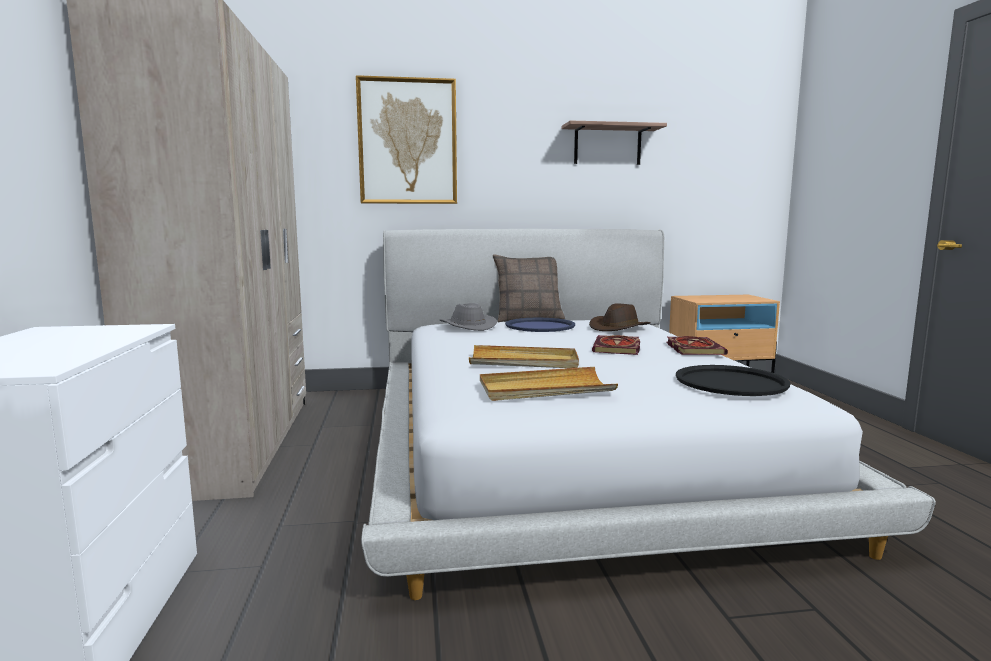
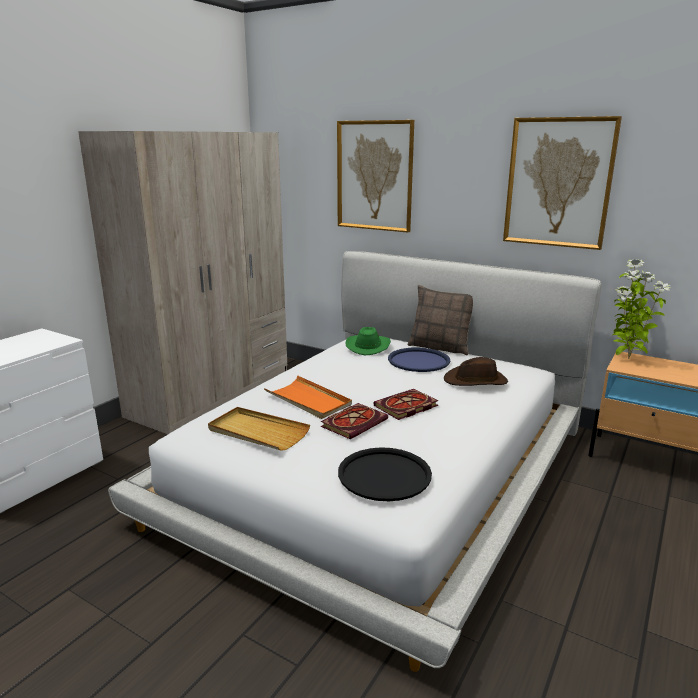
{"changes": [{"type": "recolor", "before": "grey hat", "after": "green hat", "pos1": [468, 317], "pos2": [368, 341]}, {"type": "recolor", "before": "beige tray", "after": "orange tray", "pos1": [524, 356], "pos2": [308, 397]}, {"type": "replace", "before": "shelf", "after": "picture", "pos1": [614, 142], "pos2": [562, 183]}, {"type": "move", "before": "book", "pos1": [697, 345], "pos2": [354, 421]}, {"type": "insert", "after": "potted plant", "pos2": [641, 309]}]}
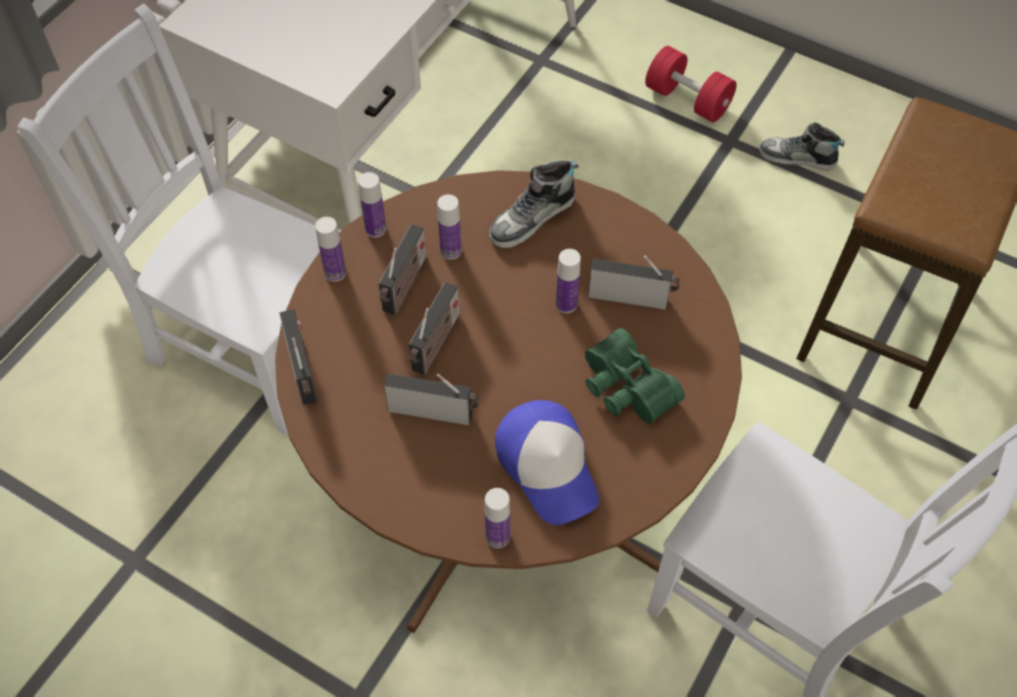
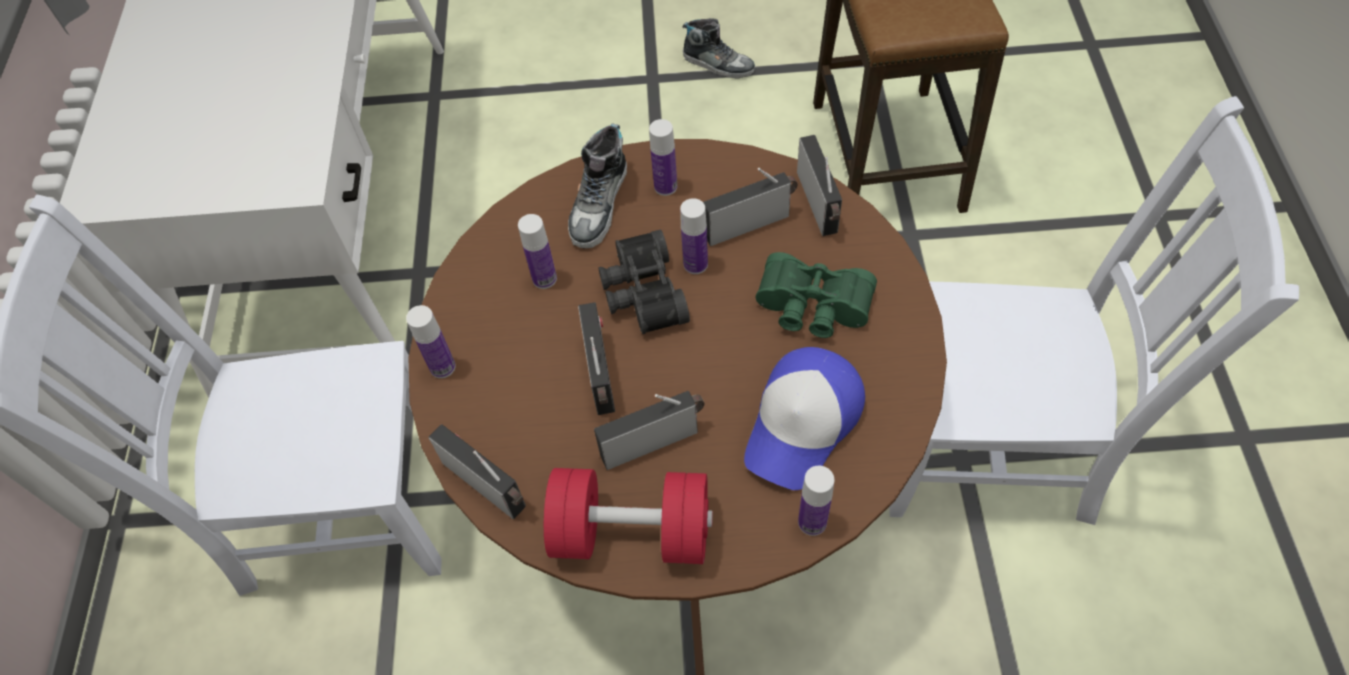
{"changes": [{"type": "move", "before": "bottle", "pos1": [372, 204], "pos2": [663, 157]}, {"type": "move", "before": "radio", "pos1": [403, 269], "pos2": [819, 185]}, {"type": "rotate", "before": "cap", "pos1": [547, 462], "pos2": [804, 418], "turn": 90}, {"type": "move", "before": "red dumbbell", "pos1": [691, 84], "pos2": [628, 516]}, {"type": "rotate", "before": "shoe", "pos1": [801, 146], "pos2": [719, 48], "turn": -135}, {"type": "insert", "after": "black binoculars", "pos2": [644, 282]}]}
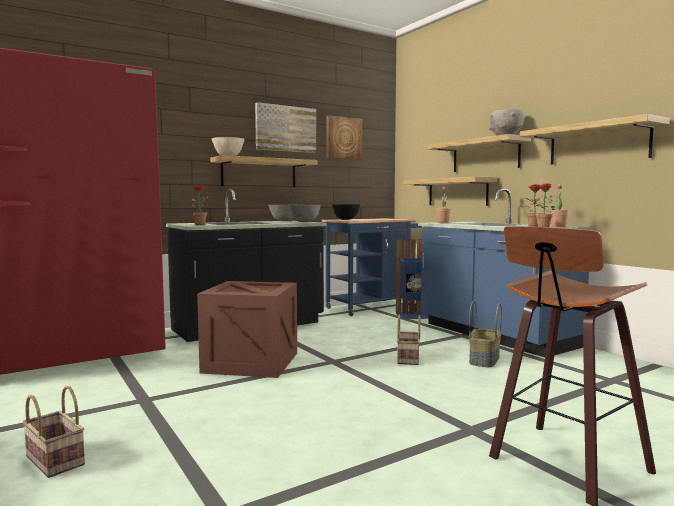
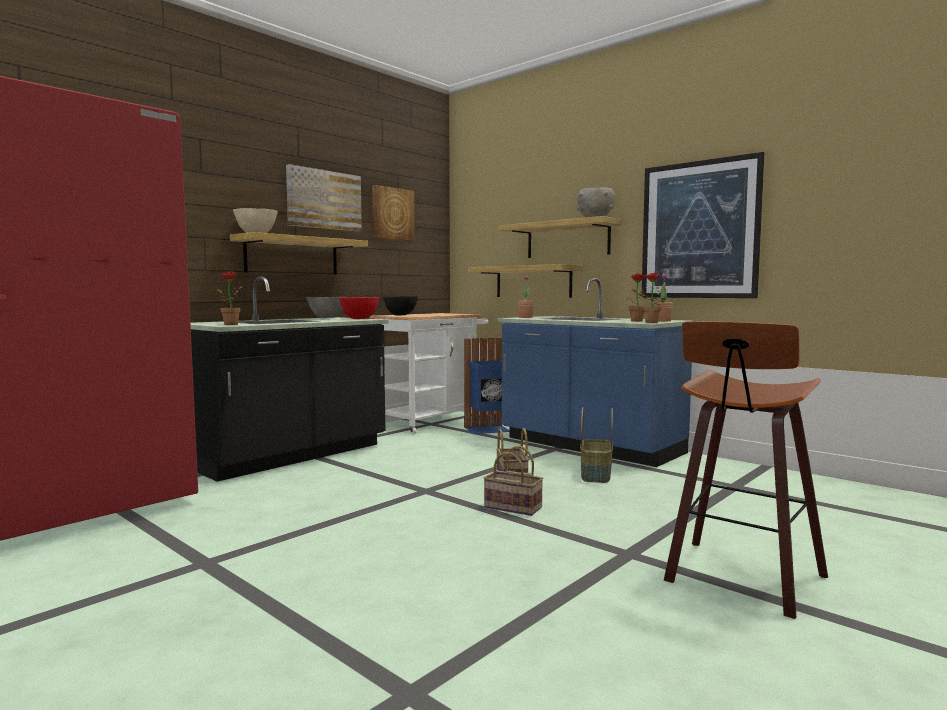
{"changes": [{"type": "move", "before": "basket", "pos1": [54, 432], "pos2": [513, 481]}, {"type": "delete", "before": "crate", "pos1": [247, 329]}, {"type": "recolor", "before": "grey bowl", "after": "red bowl", "pos1": [305, 213], "pos2": [359, 308]}, {"type": "recolor", "before": "blue cart", "after": "white cart", "pos1": [372, 267], "pos2": [428, 374]}, {"type": "replace", "before": "shelf", "after": "picture", "pos1": [595, 139], "pos2": [702, 225]}]}
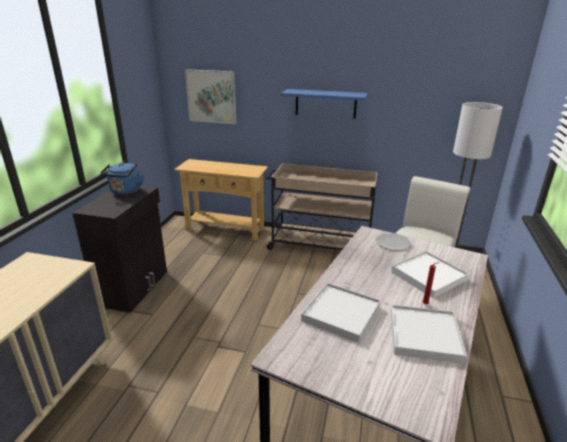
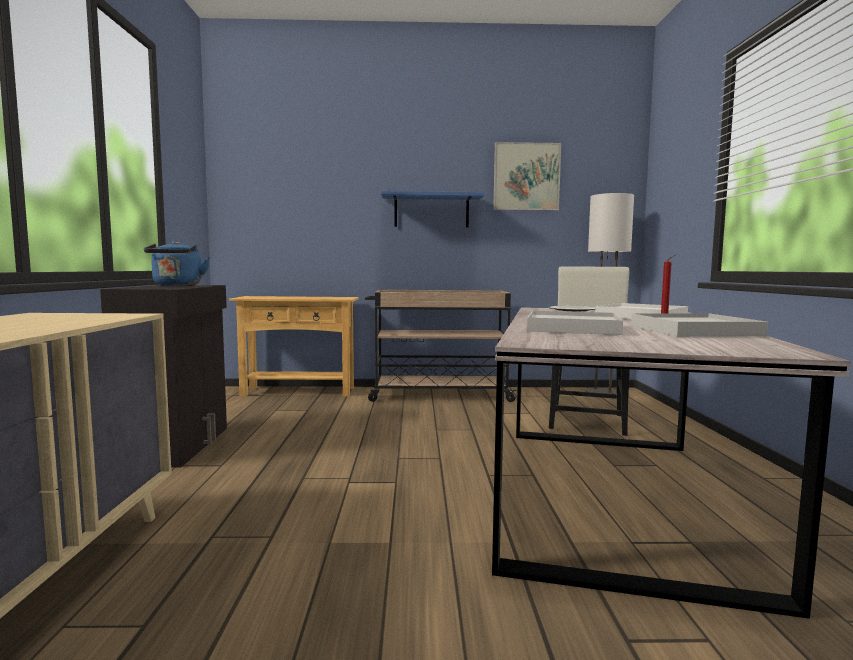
{"changes": [{"type": "move", "before": "picture", "pos1": [210, 96], "pos2": [527, 176]}]}
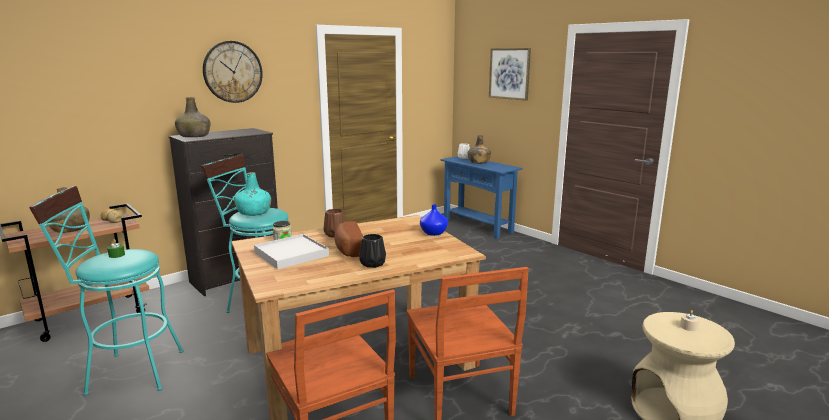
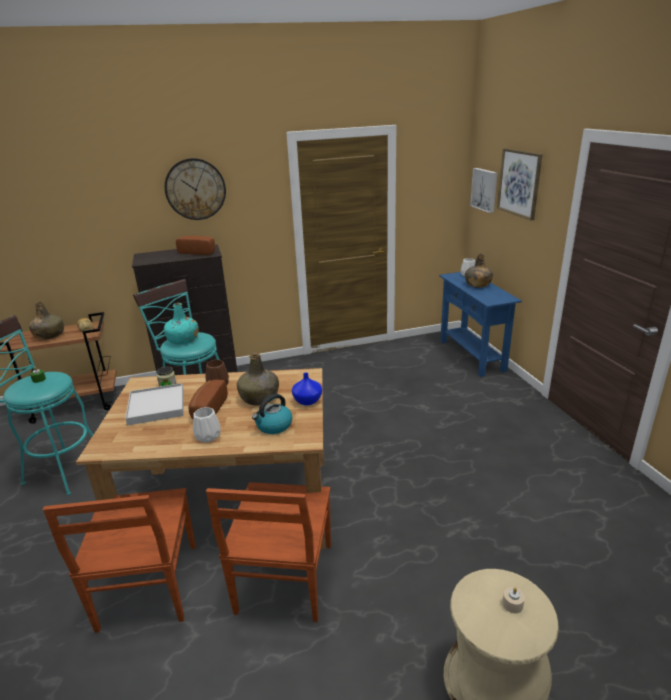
{"changes": [{"type": "move", "before": "green bottle", "pos1": [192, 117], "pos2": [258, 379]}, {"type": "recolor", "before": "black vase", "after": "white vase", "pos1": [372, 251], "pos2": [206, 425]}, {"type": "insert", "after": "bread", "pos2": [195, 245]}, {"type": "insert", "after": "kettle", "pos2": [272, 414]}, {"type": "insert", "after": "picture", "pos2": [483, 190]}]}
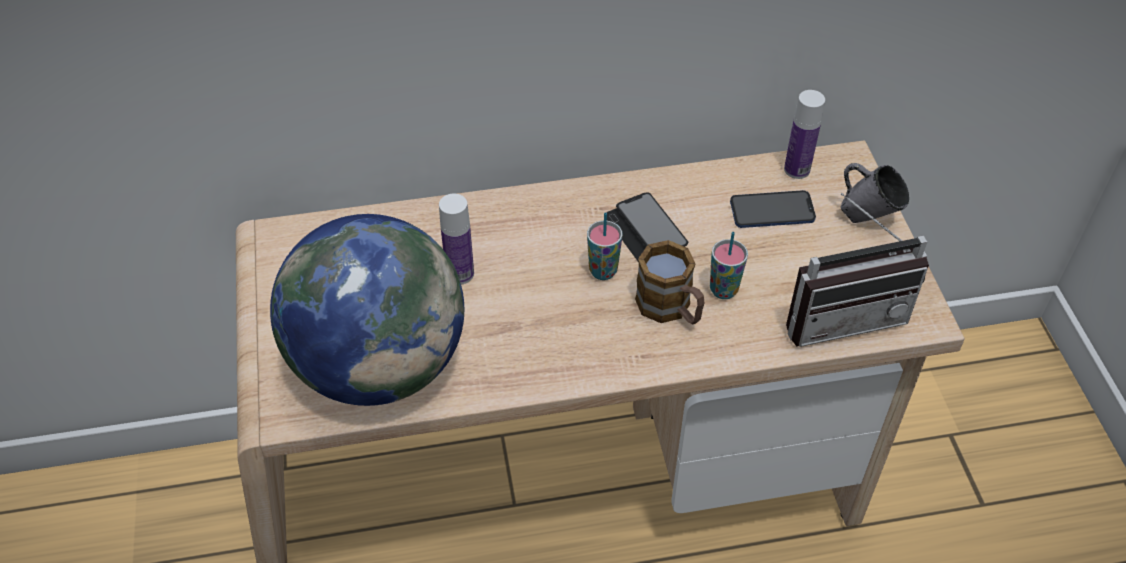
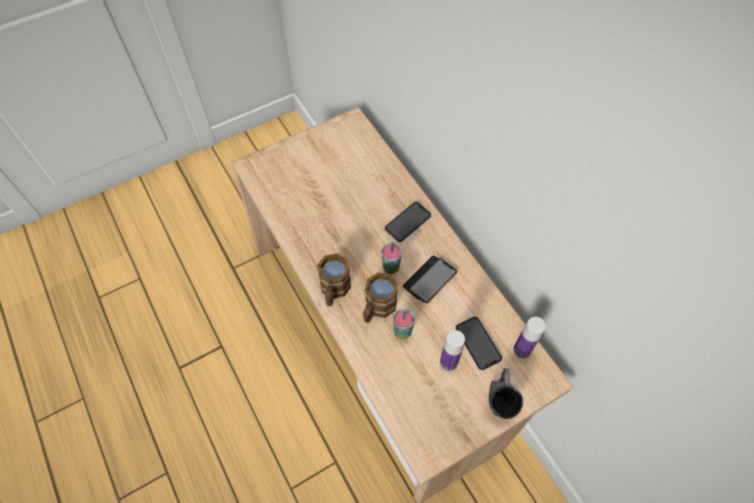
{"changes": [{"type": "delete", "before": "globe", "pos1": [367, 310]}, {"type": "move", "before": "bottle", "pos1": [456, 239], "pos2": [452, 350]}, {"type": "delete", "before": "radio", "pos1": [857, 270]}, {"type": "insert", "after": "mug", "pos2": [334, 279]}, {"type": "insert", "after": "phone", "pos2": [408, 222]}]}
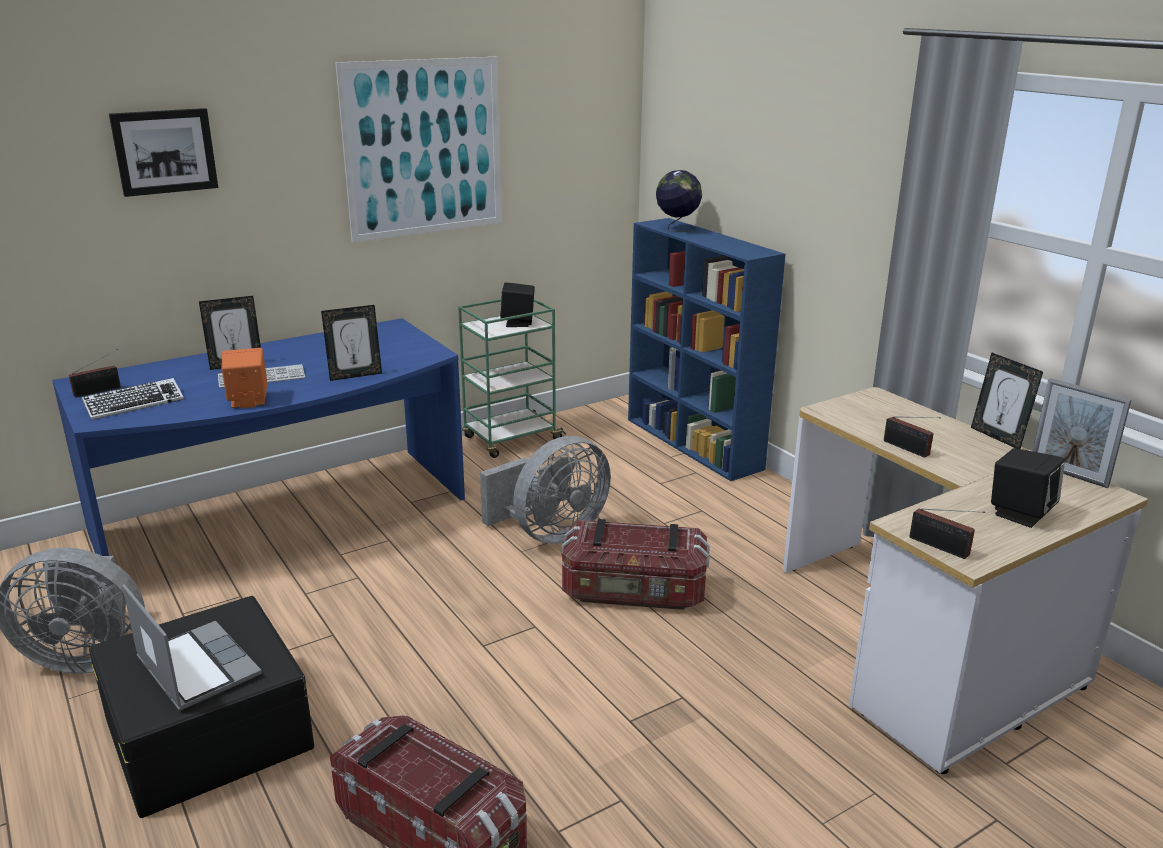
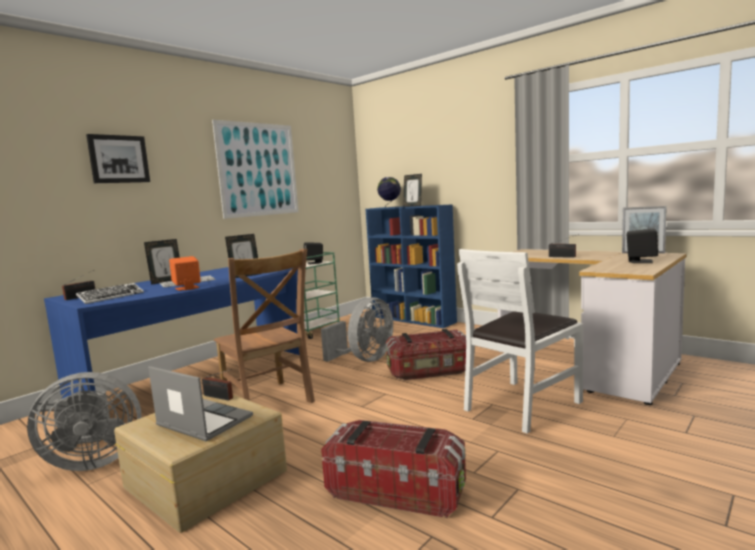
{"changes": [{"type": "recolor", "before": "black storage box", "after": "beige storage box", "pos1": [201, 707], "pos2": [200, 463]}, {"type": "move", "before": "radio", "pos1": [947, 534], "pos2": [217, 385]}, {"type": "move", "before": "picture frame", "pos1": [1007, 401], "pos2": [412, 190]}, {"type": "insert", "after": "brown chair", "pos2": [264, 326]}, {"type": "insert", "after": "white chair", "pos2": [520, 341]}]}
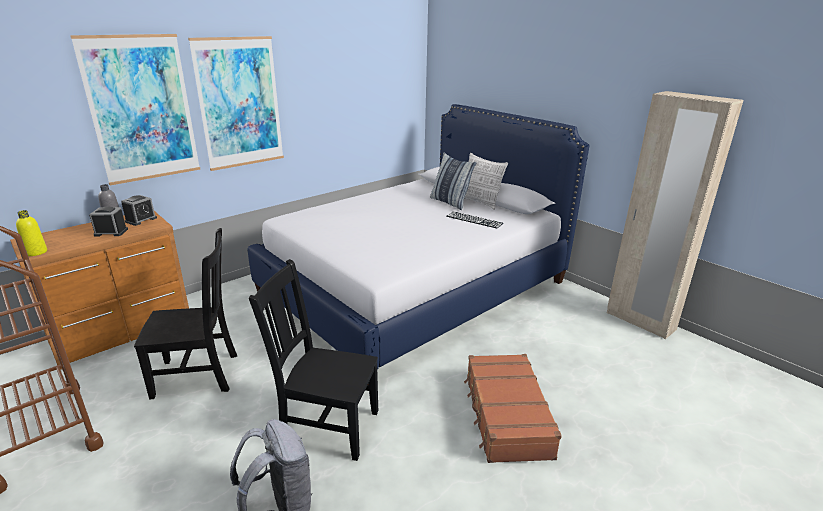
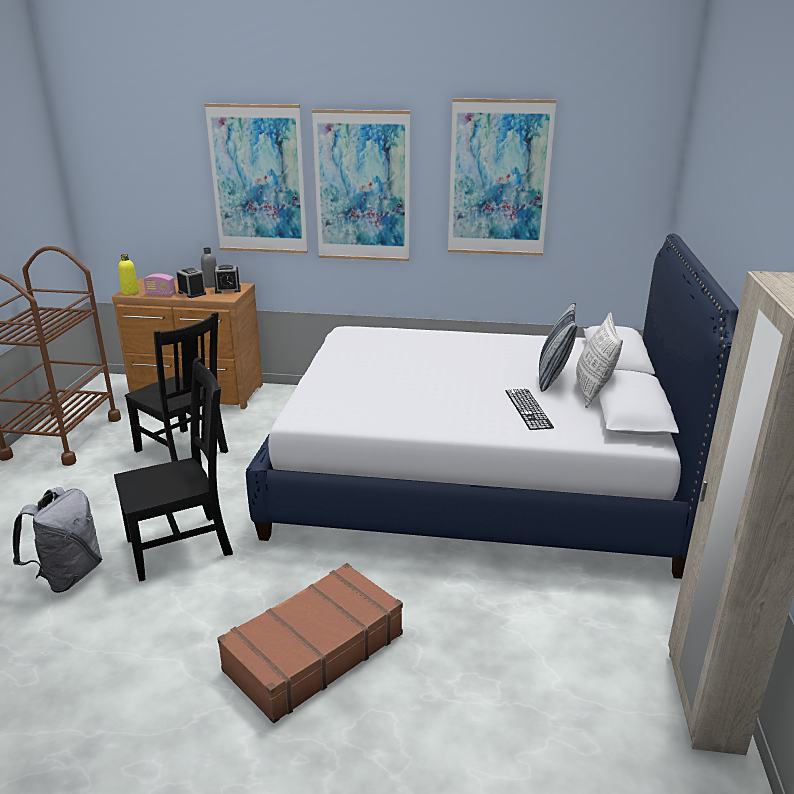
{"changes": [{"type": "rotate", "before": "black chair", "pos1": [313, 360], "pos2": [173, 469], "turn": 90}, {"type": "insert", "after": "radio", "pos2": [160, 285]}, {"type": "insert", "after": "picture", "pos2": [502, 177]}]}
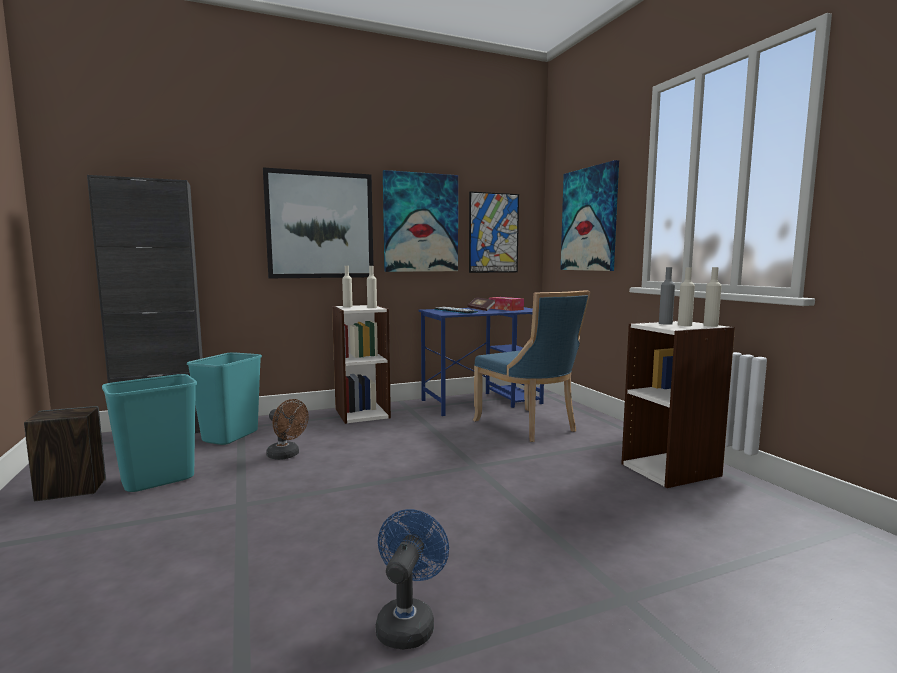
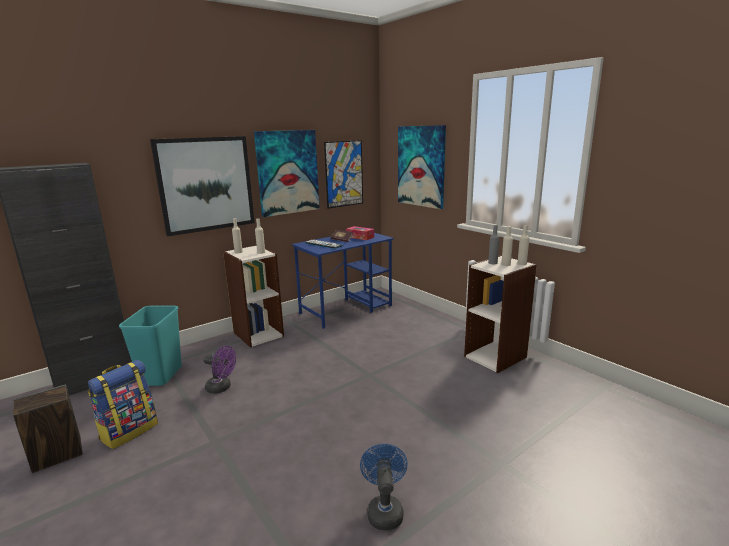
{"changes": [{"type": "replace", "before": "turquoise trash can", "after": "backpack", "pos1": [149, 433], "pos2": [123, 404]}, {"type": "recolor", "before": "brown fan", "after": "purple fan", "pos1": [287, 429], "pos2": [219, 370]}, {"type": "delete", "before": "blue chair", "pos1": [532, 366]}]}
